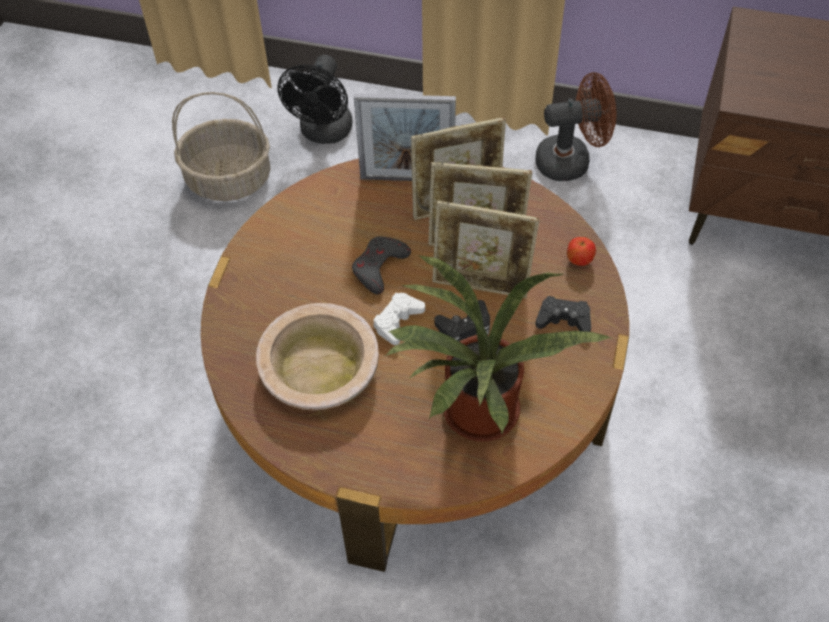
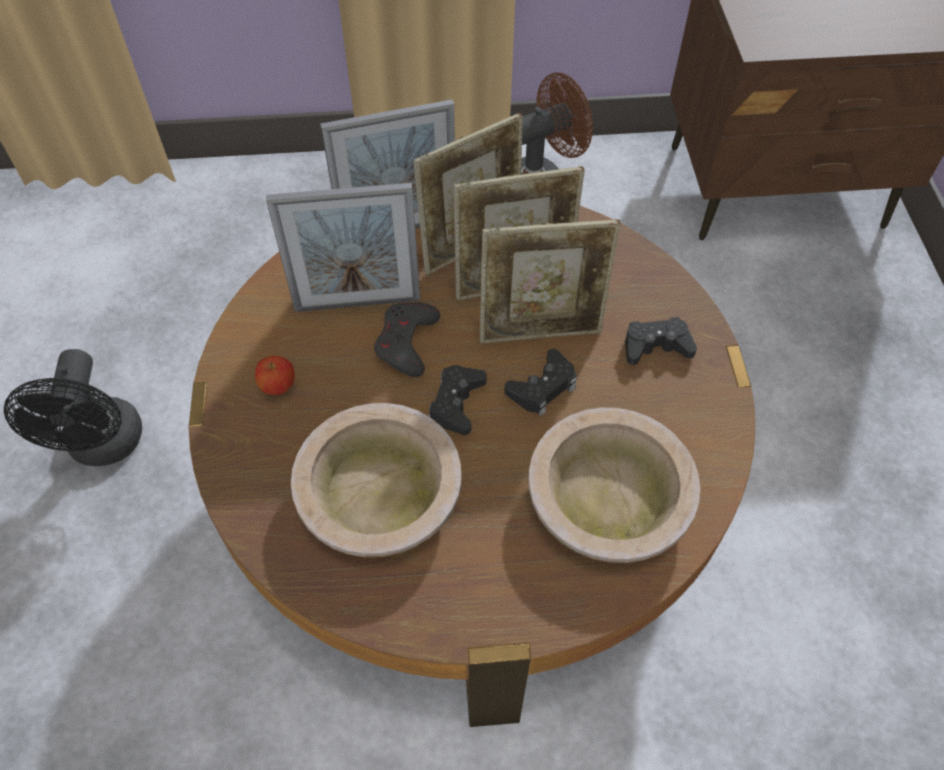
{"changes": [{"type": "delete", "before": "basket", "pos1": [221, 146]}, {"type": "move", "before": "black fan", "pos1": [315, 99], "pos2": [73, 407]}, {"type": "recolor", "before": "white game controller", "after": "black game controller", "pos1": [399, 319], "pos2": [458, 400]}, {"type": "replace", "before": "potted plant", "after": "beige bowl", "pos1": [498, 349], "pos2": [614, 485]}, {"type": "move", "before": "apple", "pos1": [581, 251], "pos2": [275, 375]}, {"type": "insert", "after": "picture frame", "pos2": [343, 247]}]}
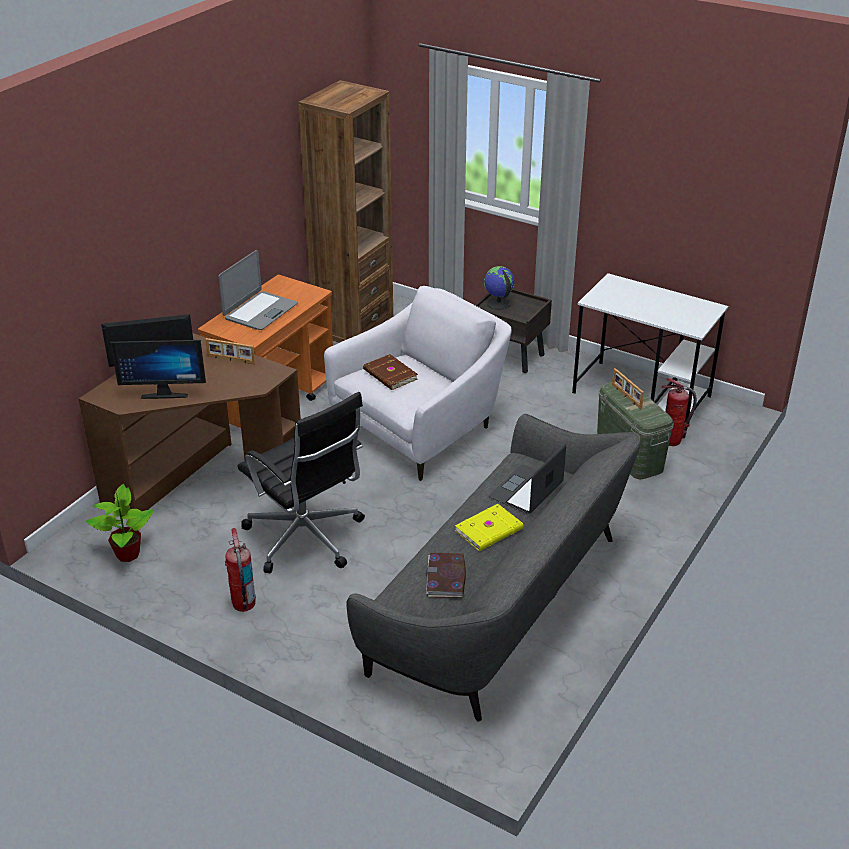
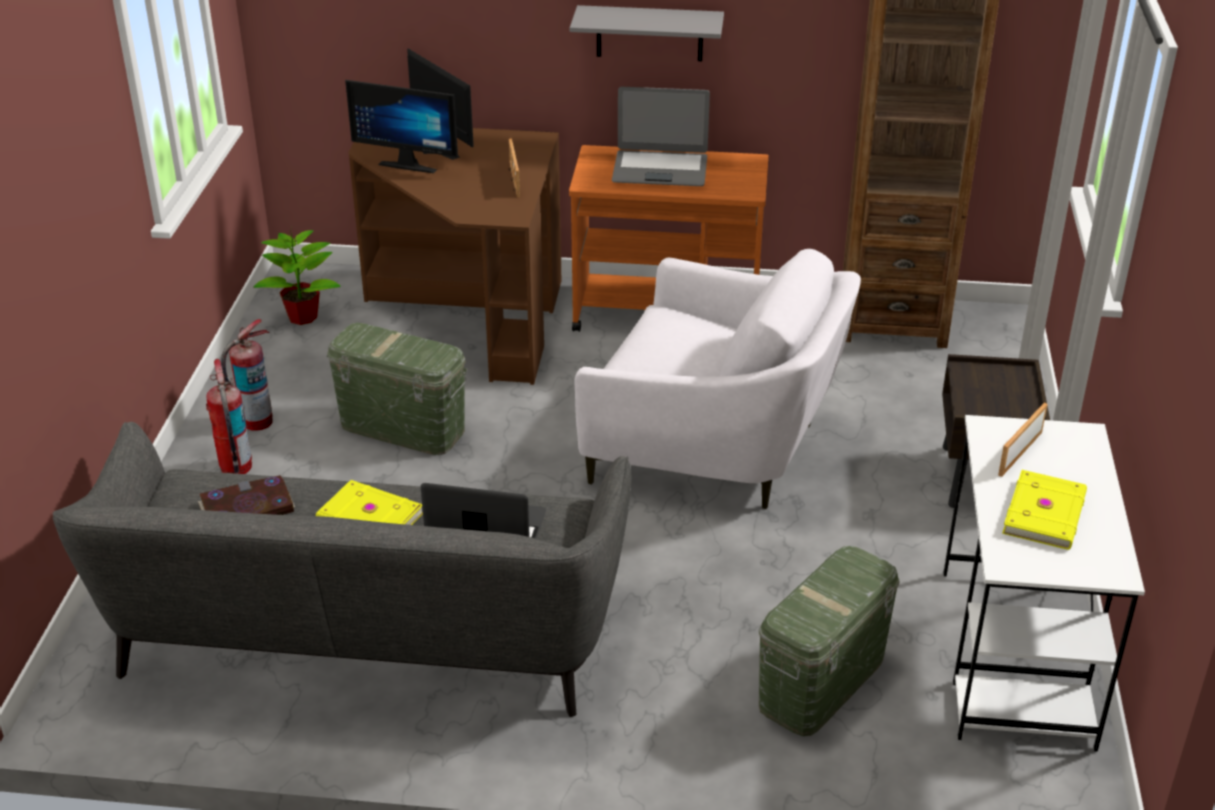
{"changes": [{"type": "rotate", "before": "monitor", "pos1": [158, 369], "pos2": [401, 126], "turn": -45}, {"type": "replace", "before": "black office chair", "after": "green storage box", "pos1": [301, 482], "pos2": [397, 389]}, {"type": "delete", "before": "brown book", "pos1": [390, 372]}, {"type": "delete", "before": "globe", "pos1": [499, 288]}, {"type": "move", "before": "picture frame", "pos1": [628, 388], "pos2": [1023, 440]}, {"type": "move", "before": "fire extinguisher", "pos1": [679, 412], "pos2": [229, 416]}, {"type": "insert", "after": "grey shelf", "pos2": [647, 33]}, {"type": "insert", "after": "yellow book", "pos2": [1044, 510]}]}
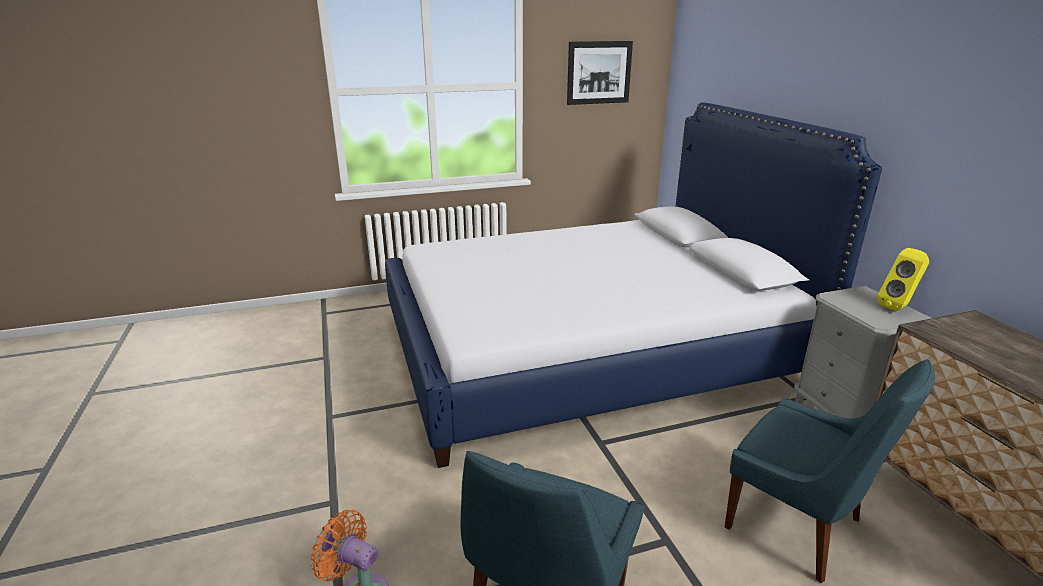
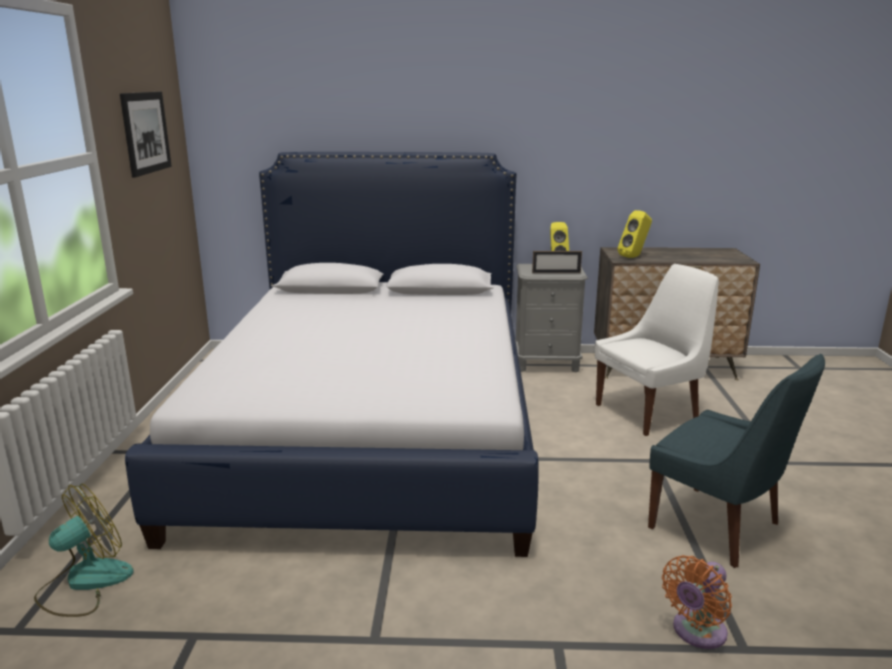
{"changes": [{"type": "recolor", "before": "blue chair", "after": "white chair", "pos1": [830, 471], "pos2": [657, 350]}, {"type": "insert", "after": "fan", "pos2": [84, 550]}, {"type": "insert", "after": "picture frame", "pos2": [557, 262]}, {"type": "insert", "after": "yellow speaker", "pos2": [635, 234]}]}
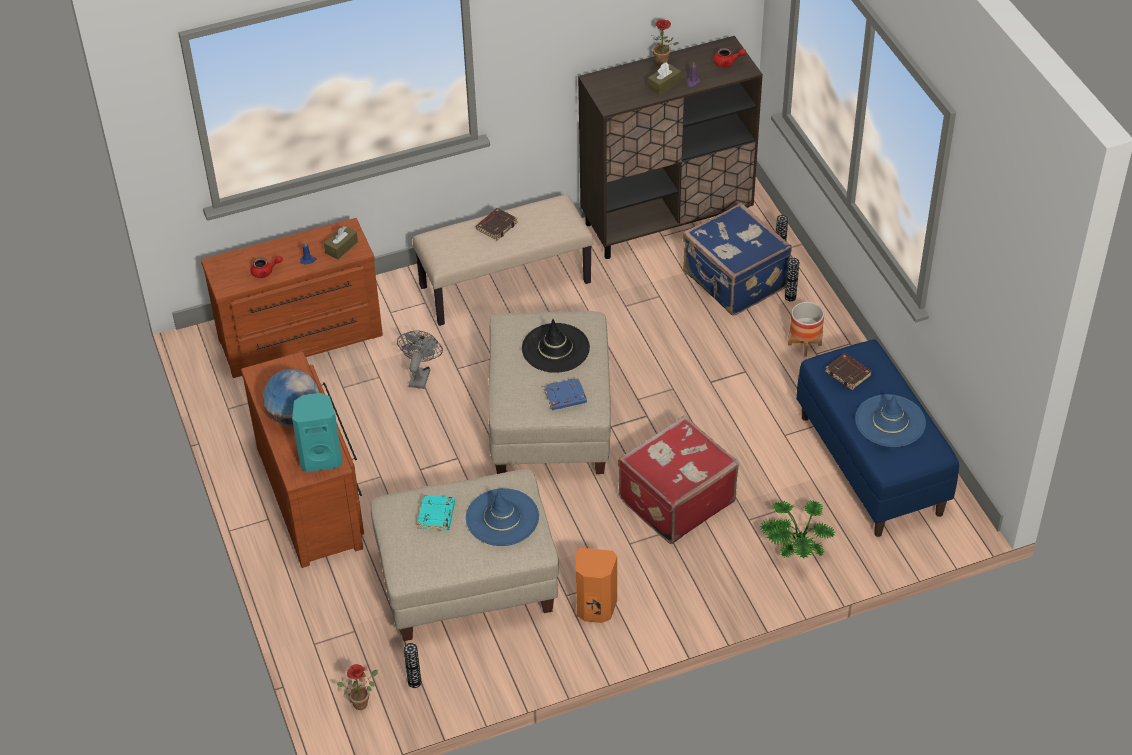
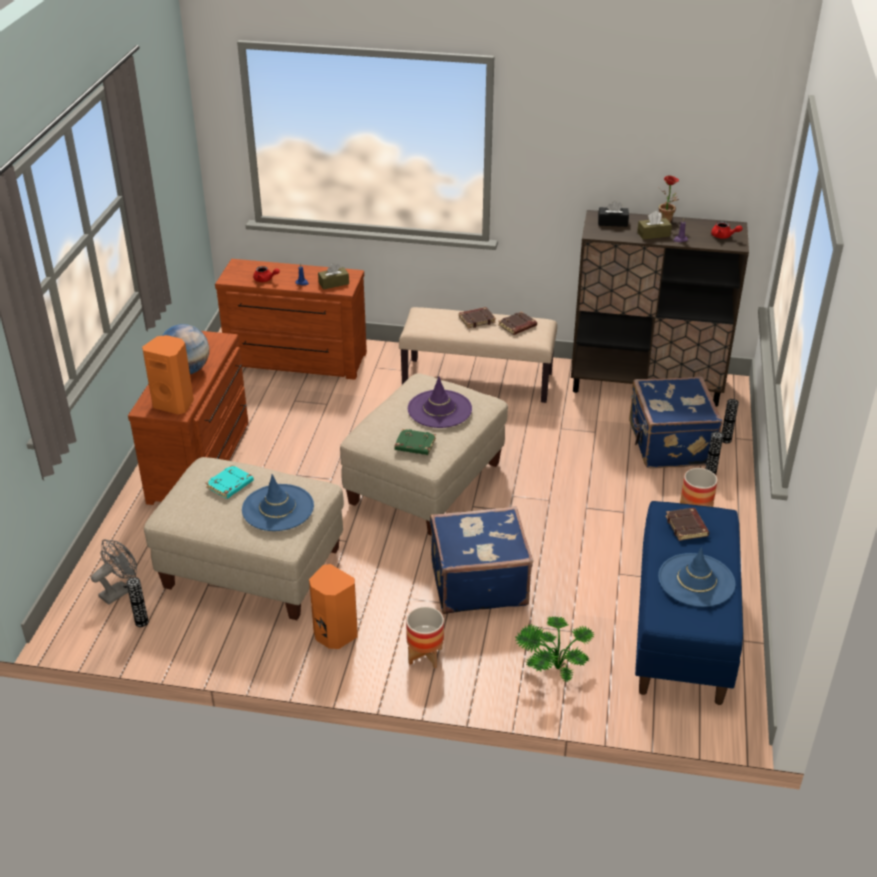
{"changes": [{"type": "recolor", "before": "turquoise speaker", "after": "orange speaker", "pos1": [317, 432], "pos2": [168, 375]}, {"type": "delete", "before": "potted plant", "pos1": [357, 687]}, {"type": "move", "before": "grey fan", "pos1": [420, 360], "pos2": [114, 572]}, {"type": "recolor", "before": "black hat", "after": "purple hat", "pos1": [556, 346], "pos2": [440, 402]}, {"type": "recolor", "before": "blue book", "after": "green book", "pos1": [565, 394], "pos2": [415, 442]}, {"type": "recolor", "before": "red suitcase", "after": "blue suitcase", "pos1": [678, 479], "pos2": [481, 560]}, {"type": "insert", "after": "planter", "pos2": [425, 638]}, {"type": "insert", "after": "brown book", "pos2": [517, 323]}, {"type": "insert", "after": "black tissue box", "pos2": [613, 213]}]}
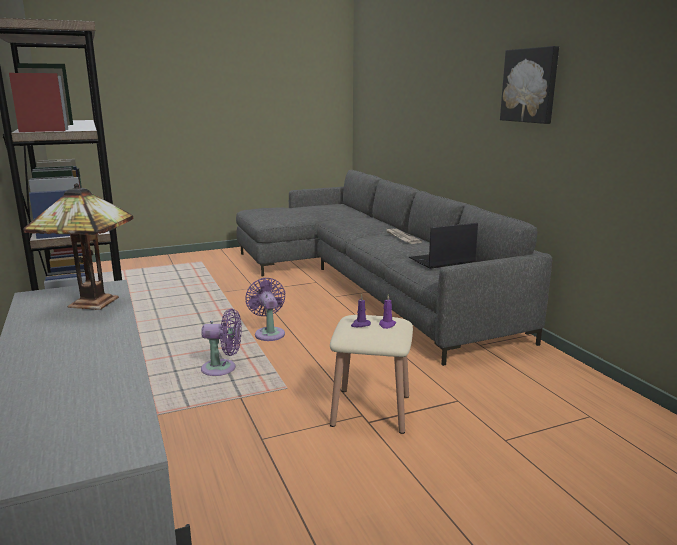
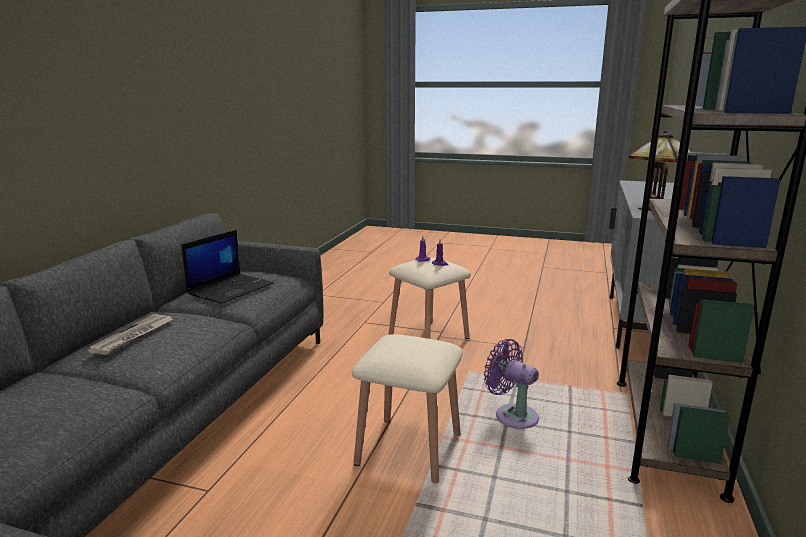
{"changes": [{"type": "replace", "before": "purple fan", "after": "beige stool", "pos1": [265, 309], "pos2": [407, 408]}, {"type": "rotate", "before": "laptop", "pos1": [443, 246], "pos2": [227, 267], "turn": -75}, {"type": "delete", "before": "picture", "pos1": [529, 85]}]}
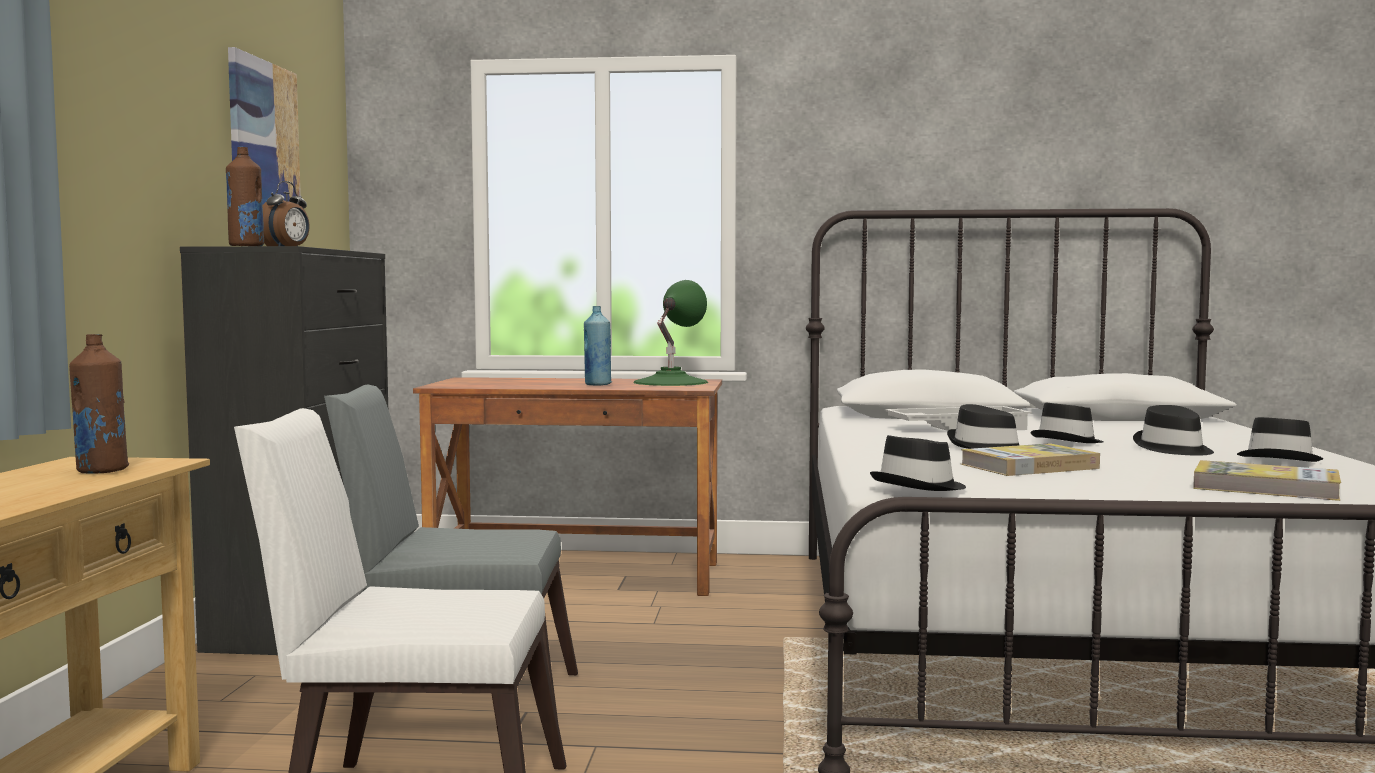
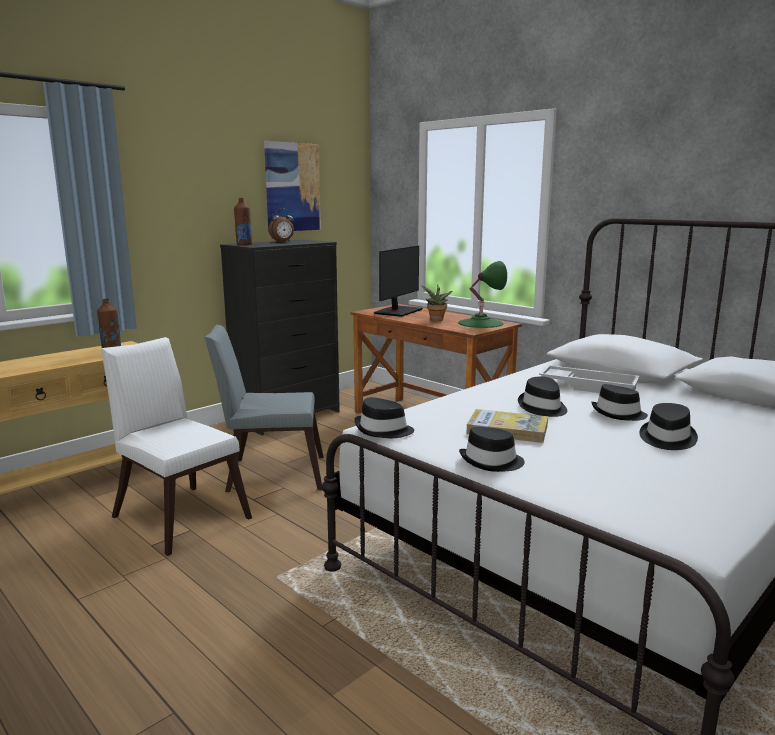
{"changes": [{"type": "rotate", "before": "grey chair", "pos1": [451, 552], "pos2": [264, 408], "turn": -45}, {"type": "replace", "before": "blue bottle", "after": "potted plant", "pos1": [598, 345], "pos2": [437, 302]}, {"type": "delete", "before": "book", "pos1": [1267, 480]}, {"type": "move", "before": "black hat", "pos1": [1280, 439], "pos2": [492, 449]}, {"type": "insert", "after": "monitor", "pos2": [398, 281]}]}
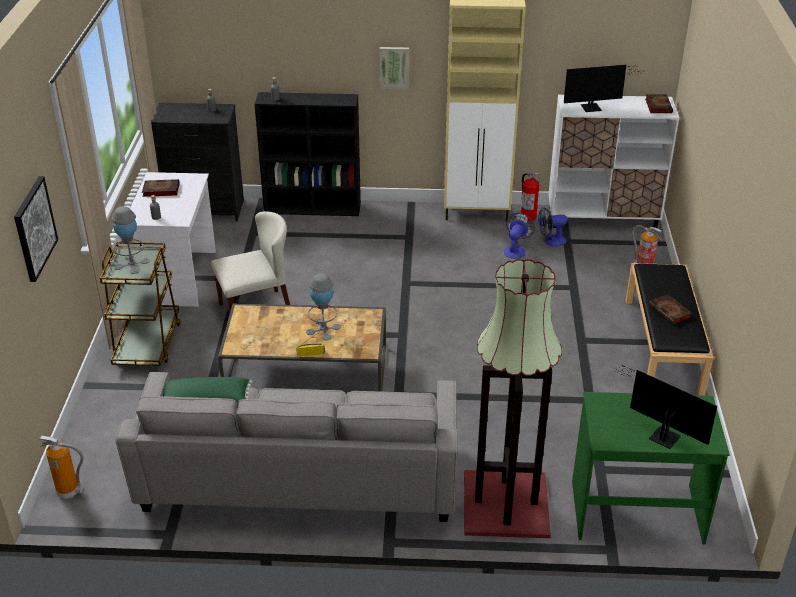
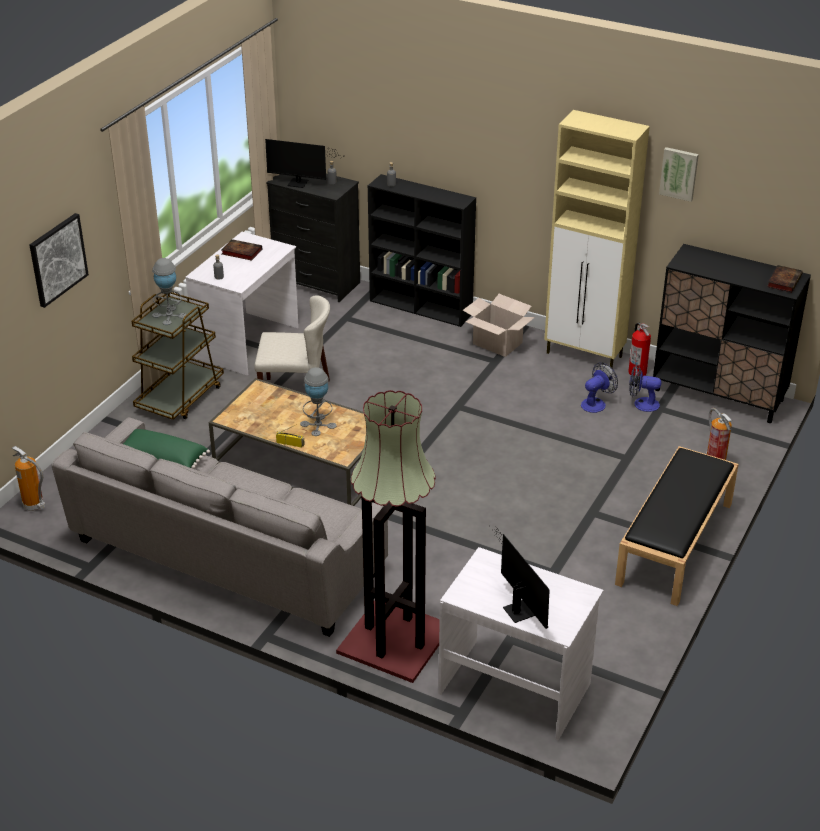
{"changes": [{"type": "move", "before": "picture", "pos1": [394, 68], "pos2": [679, 174]}, {"type": "recolor", "before": "white cabinet", "after": "black cabinet", "pos1": [613, 161], "pos2": [732, 333]}, {"type": "move", "before": "monitor", "pos1": [601, 88], "pos2": [305, 163]}, {"type": "recolor", "before": "green desk", "after": "white desk", "pos1": [651, 468], "pos2": [520, 643]}, {"type": "delete", "before": "book", "pos1": [671, 309]}, {"type": "insert", "after": "cardboard box", "pos2": [499, 325]}]}
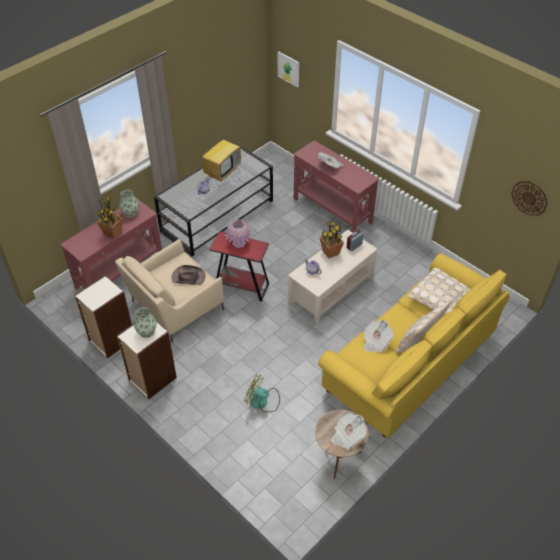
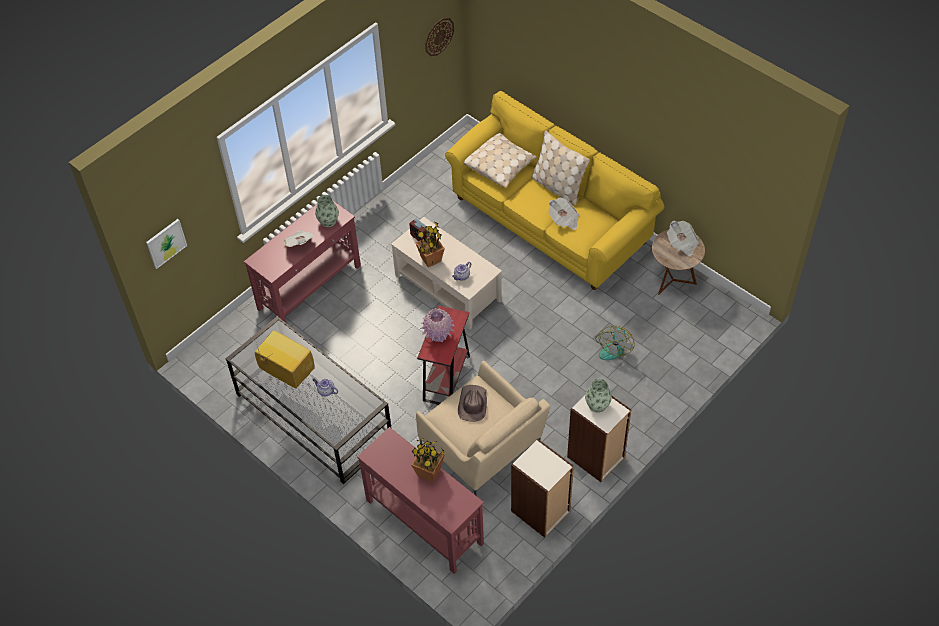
{"changes": [{"type": "move", "before": "vase", "pos1": [129, 204], "pos2": [327, 211]}]}
